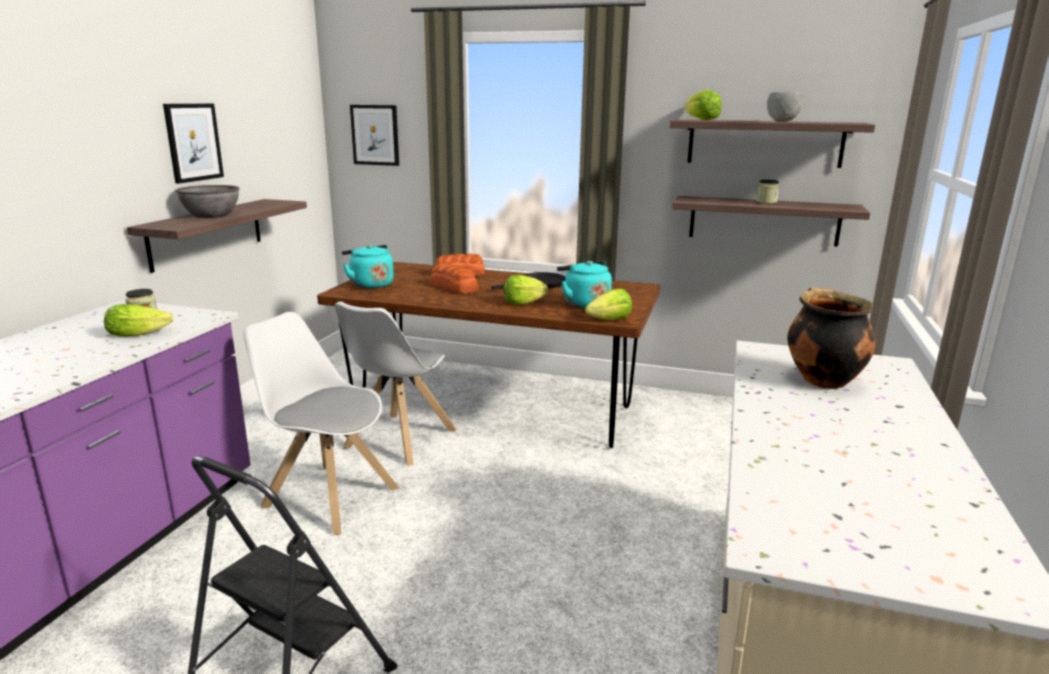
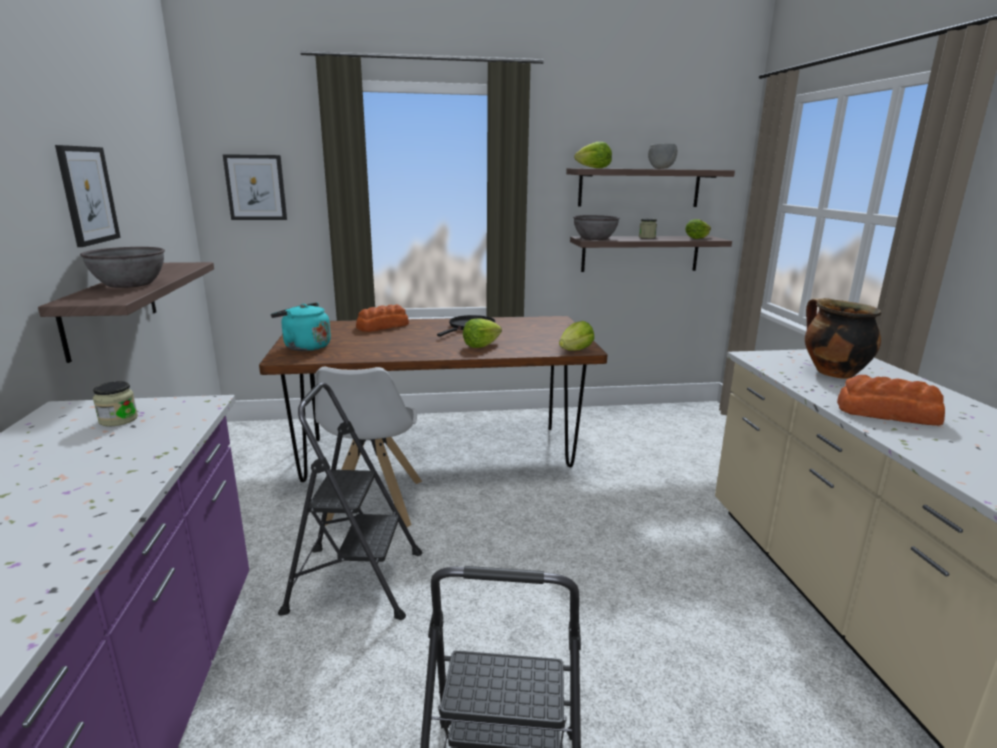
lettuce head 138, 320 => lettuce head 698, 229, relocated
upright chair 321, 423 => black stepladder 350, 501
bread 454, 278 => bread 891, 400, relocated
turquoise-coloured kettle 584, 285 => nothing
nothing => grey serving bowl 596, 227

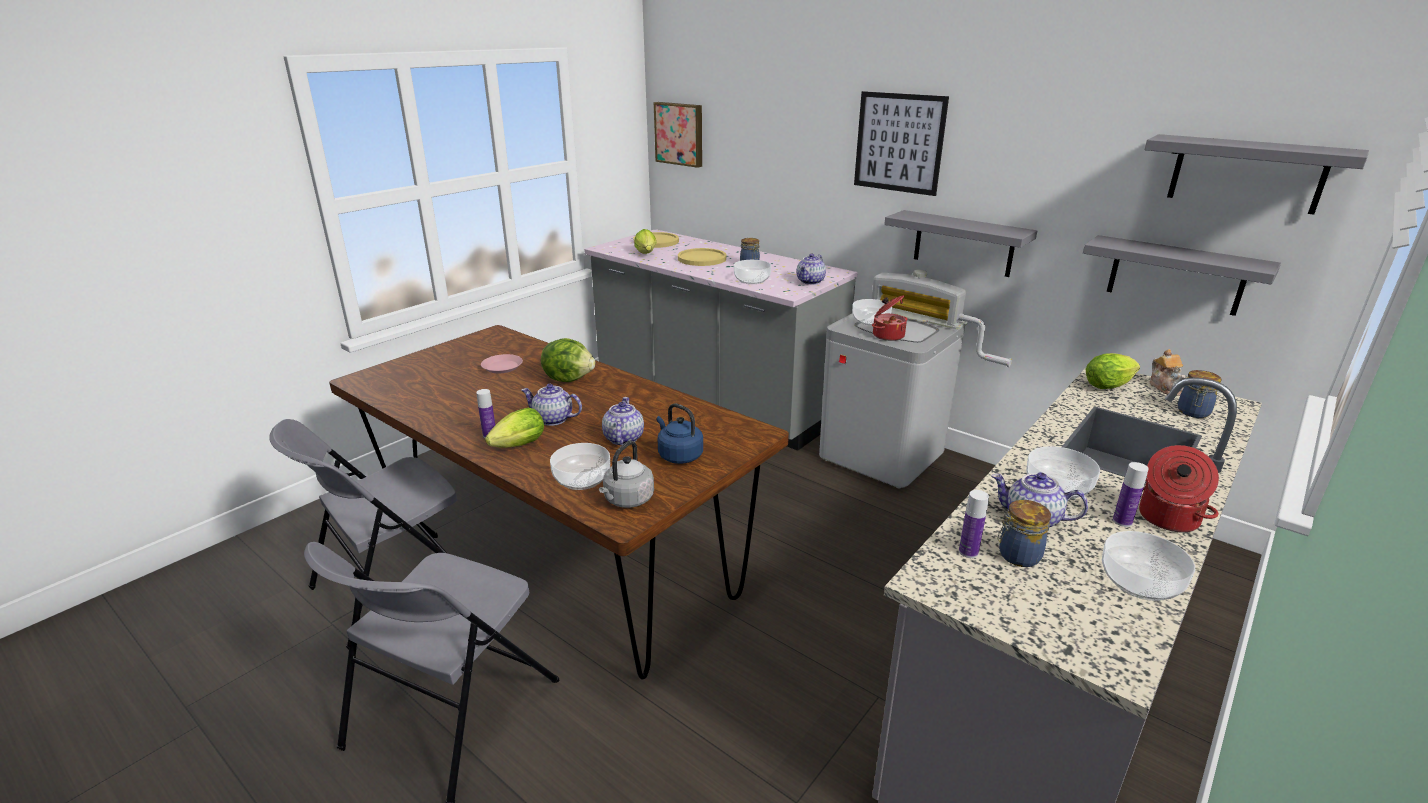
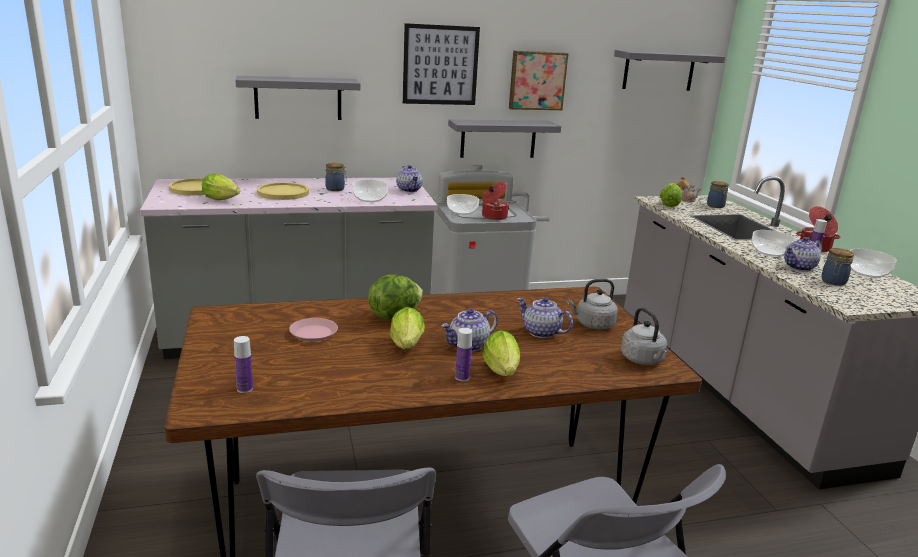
serving bowl 580, 466 => nothing
wall art 678, 135 => wall art 539, 80, relocated
bluish kettle 680, 433 => grey kettle 592, 304
bottle 974, 524 => bottle 243, 364, relocated
grey bracket shelf 1182, 275 => grey bracket shelf 298, 98, relocated
nothing => lettuce head 407, 328

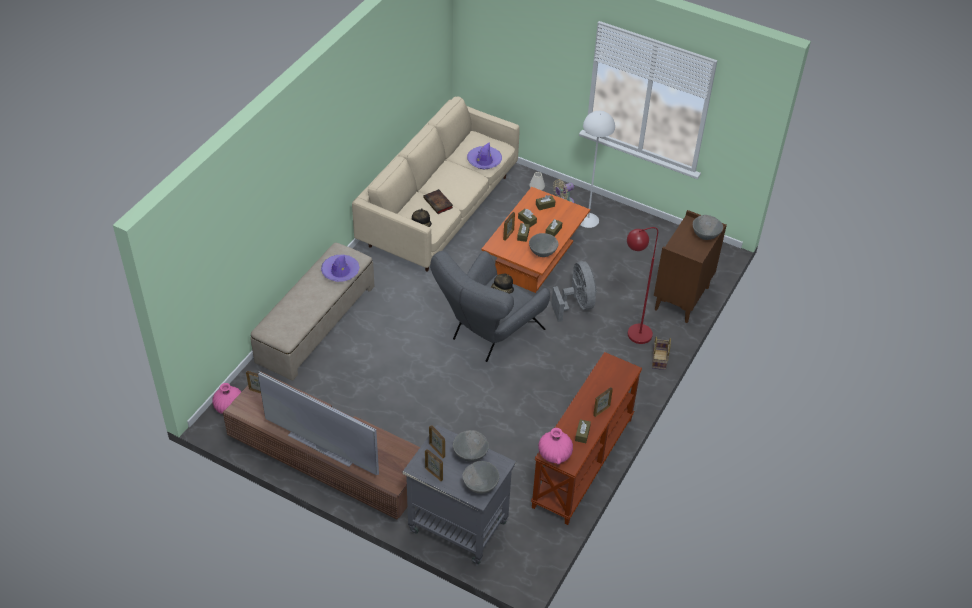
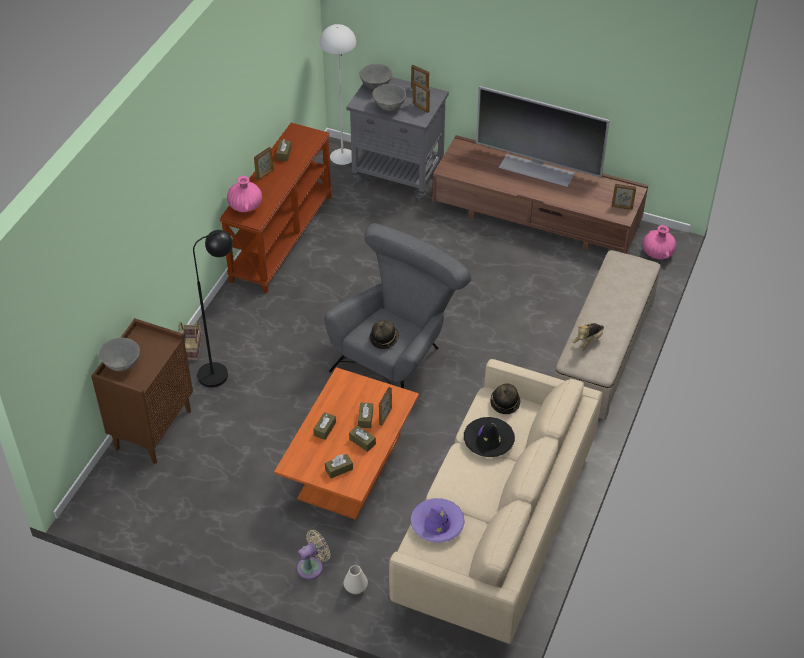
purple hat 340, 268 => plush toy 588, 337
book 438, 201 => black hat 489, 437
grey serving bowl 544, 245 => nothing
pink-coloured decorative vase 555, 446 => pink-coloured decorative vase 244, 194, relocated
grey cooling fan 574, 291 => nothing
white-coloured floor lamp 597, 169 => white-coloured floor lamp 337, 94, relocated
reddish floor lamp 642, 285 => black floor lamp 213, 308

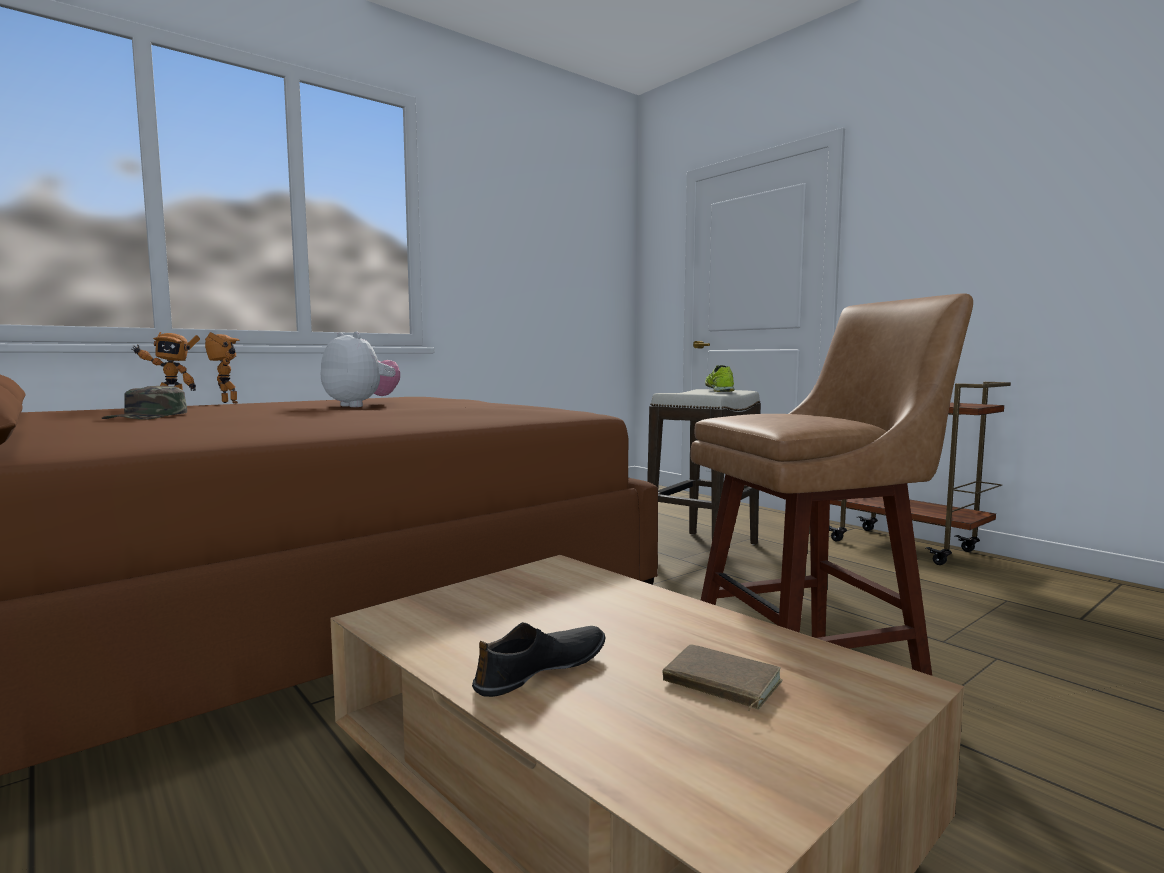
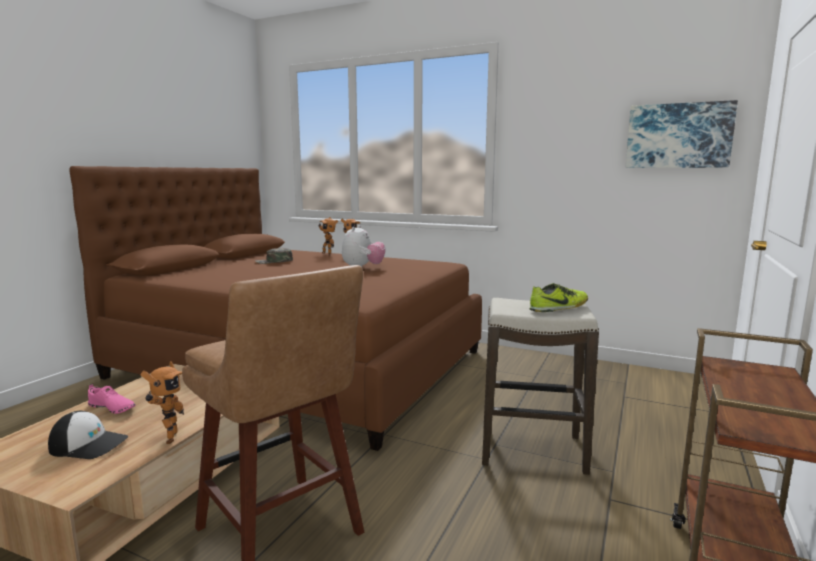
black low shoe 538, 659 => pink-coloured low shoe 112, 399
brownish book 722, 677 => cap 88, 435
nothing => toy robot 162, 402
nothing => wall art 682, 134

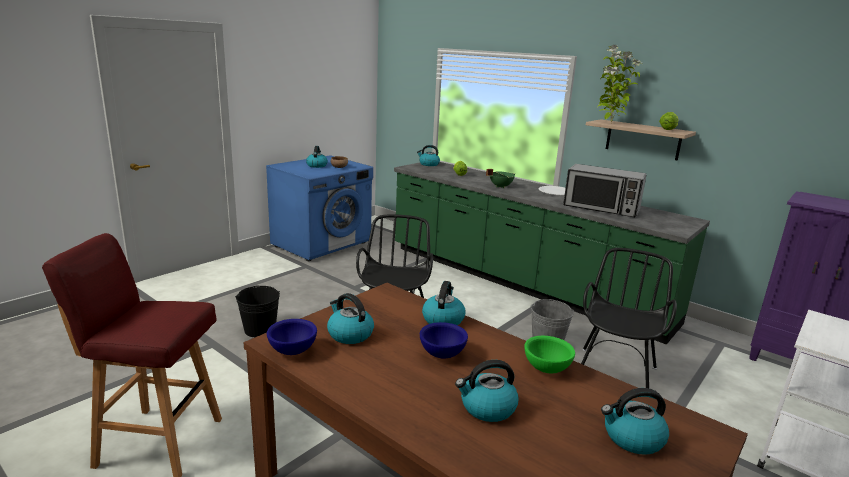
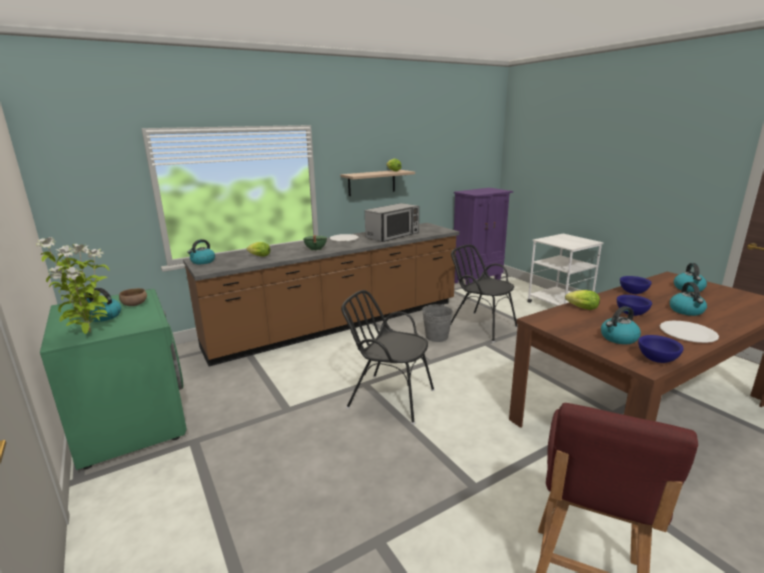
black water bucket 257, 311 => nothing
bluish laundry appliance 319, 208 => greenish laundry appliance 113, 379
greenish counter 552, 253 => brownish counter 321, 294
kettle 444, 303 => lettuce head 582, 300
greenish serving bowl 550, 354 => bluish serving bowl 636, 285
plant in a pot 619, 84 => plant in a pot 72, 285, relocated
nothing => white-coloured plate 689, 332

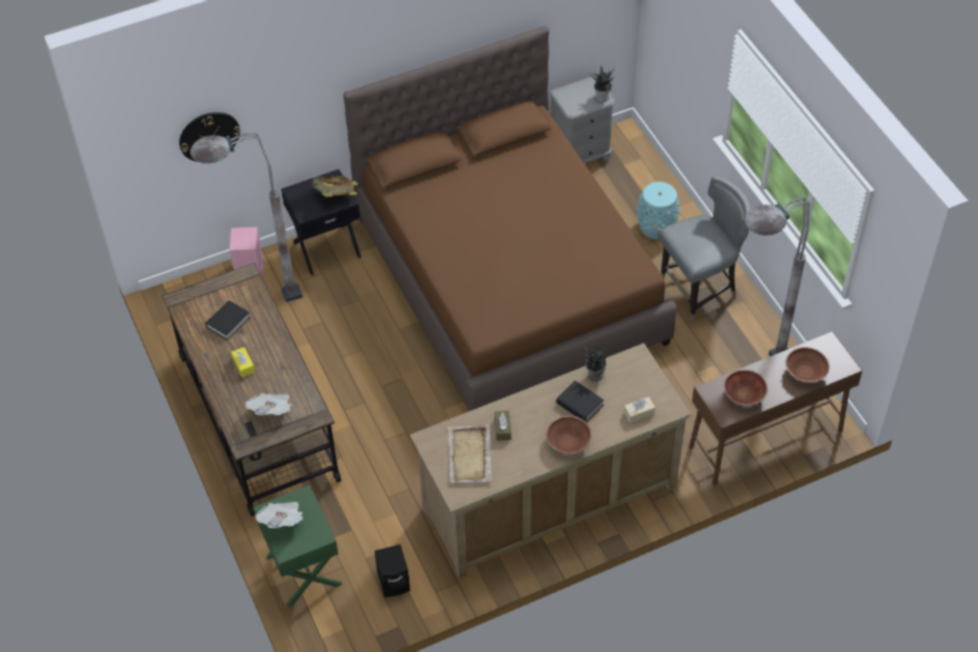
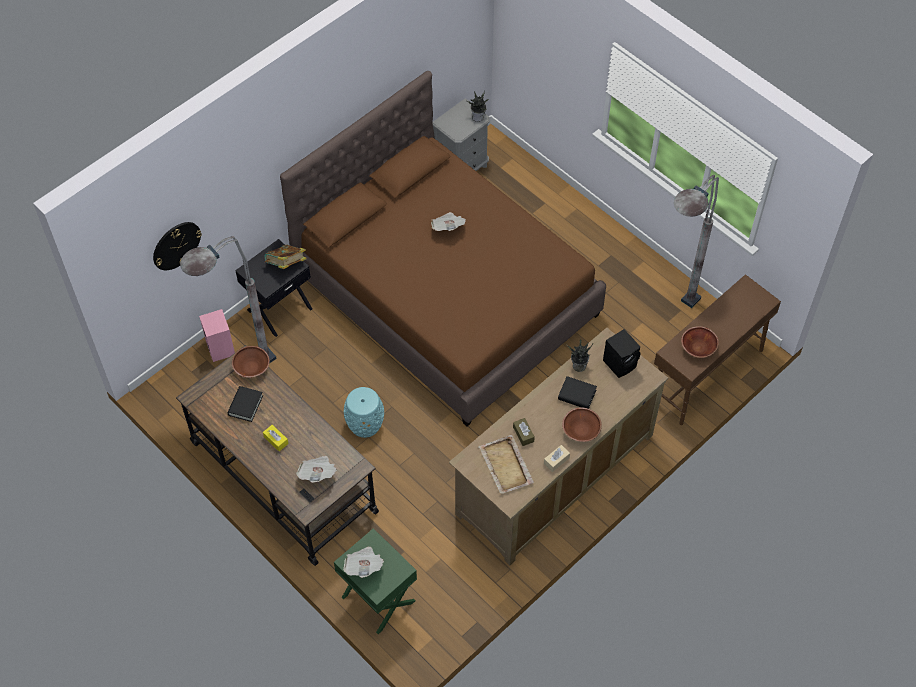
black audio speaker 392, 570 => black audio speaker 622, 353, relocated
beige-coloured tissue box 639, 410 => beige-coloured tissue box 557, 458, relocated
turquoise-coloured stool 658, 210 => turquoise-coloured stool 364, 412, relocated
grey upright chair 704, 248 => nothing
brownish serving bowl 808, 364 => brownish serving bowl 251, 362, relocated
nothing => daily paper 448, 221

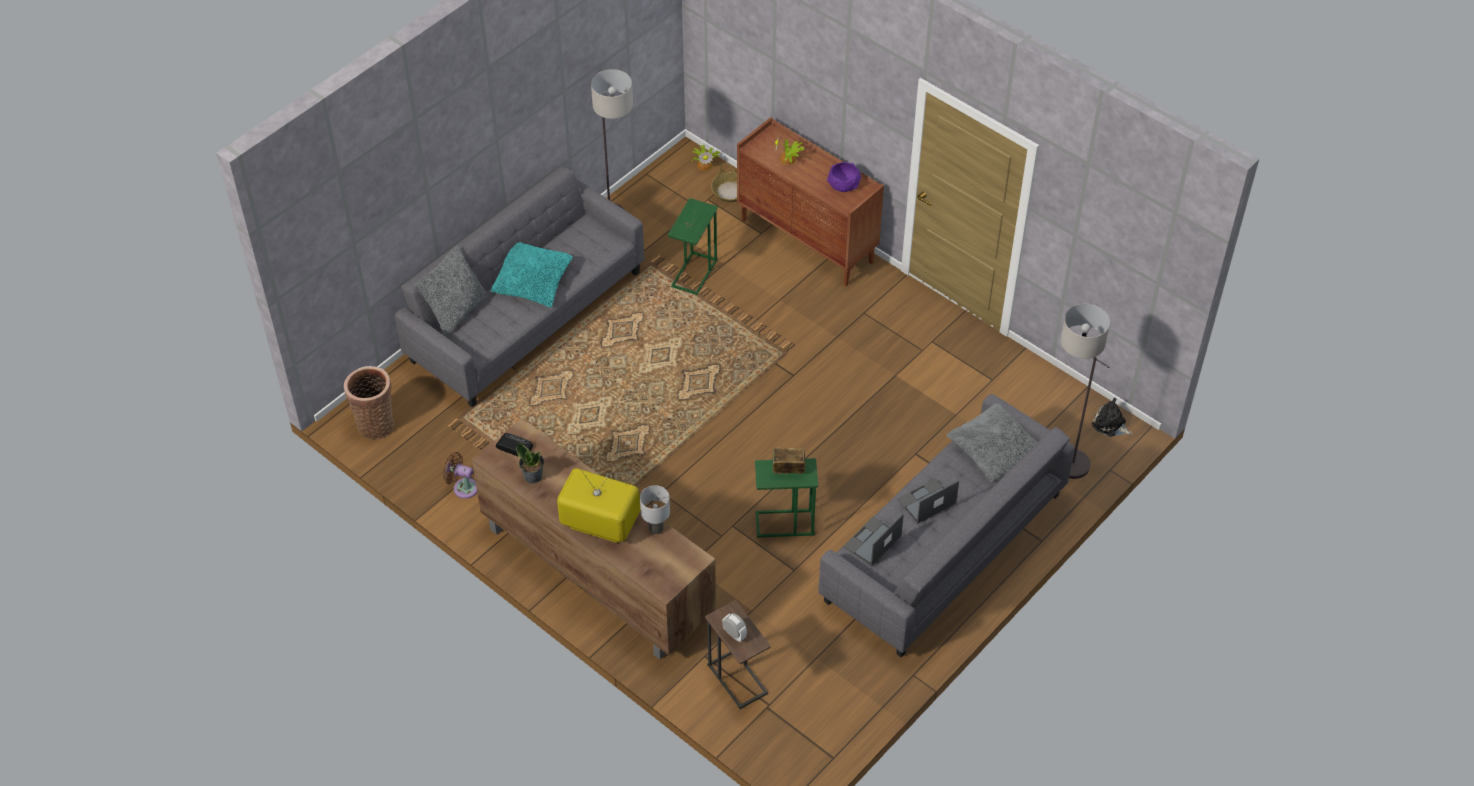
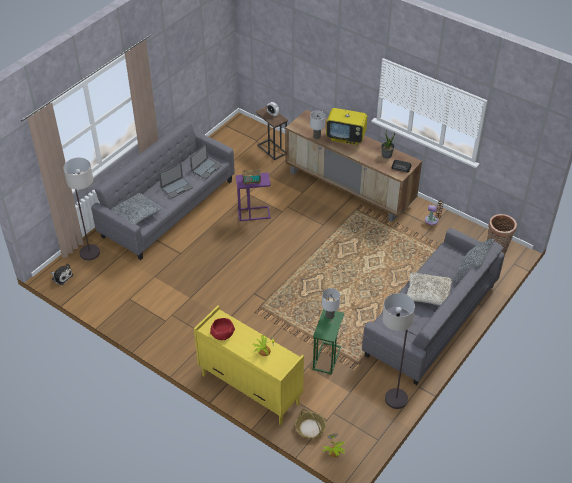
turquoise-coloured cushion 532, 274 => beige-coloured cushion 429, 289
brownish storage cabinet 810, 201 => yellow storage cabinet 249, 365
greenish side table 786, 498 => purple side table 253, 197
purple serving bowl 844, 177 => reddish serving bowl 222, 329
nothing => white-coloured tabletop lamp 331, 303

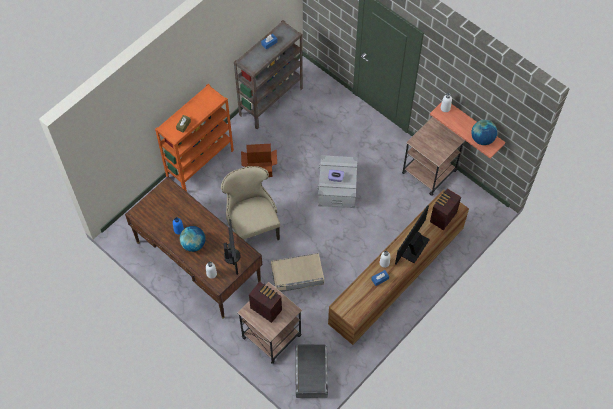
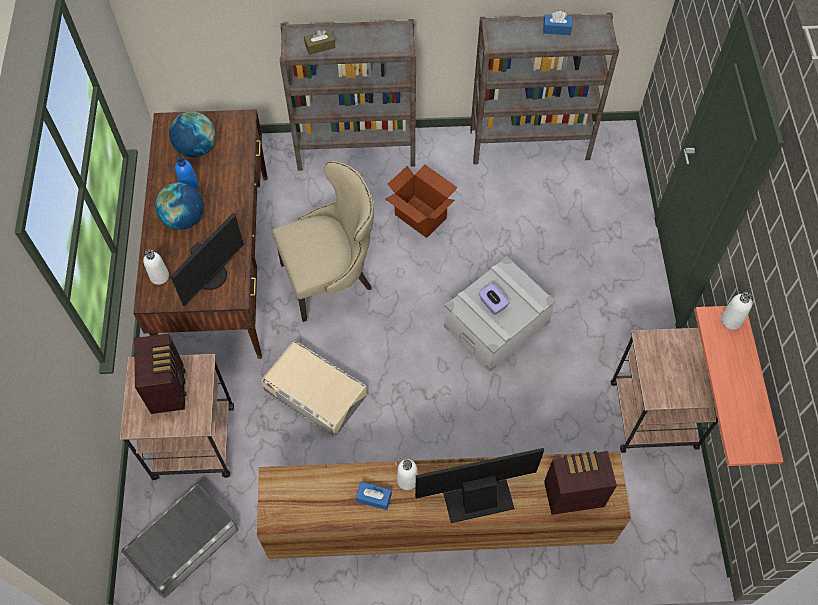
orange shelving unit 194, 138 => grey shelving unit 348, 95
beige-coloured upright chair 250, 203 => beige-coloured upright chair 323, 241, 45 degrees clockwise
desk globe 484, 132 => desk globe 192, 134, relocated

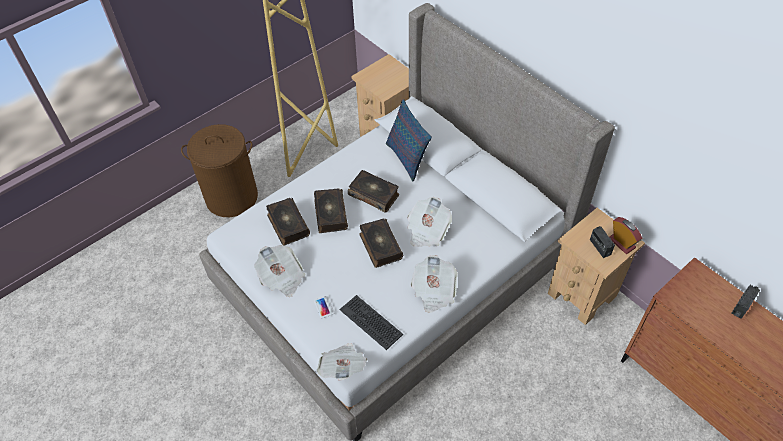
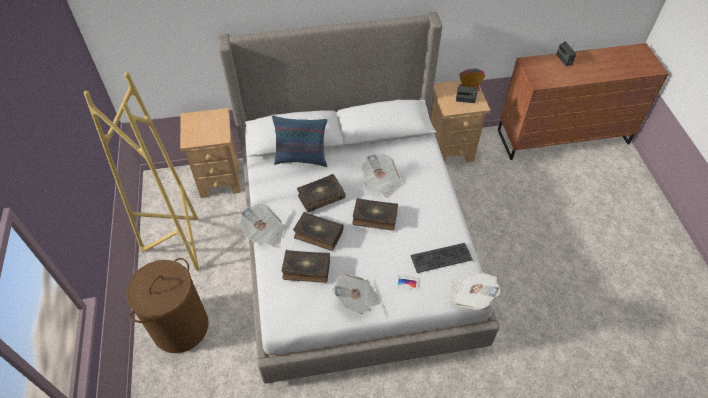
daily paper 434, 284 => daily paper 262, 226, relocated

